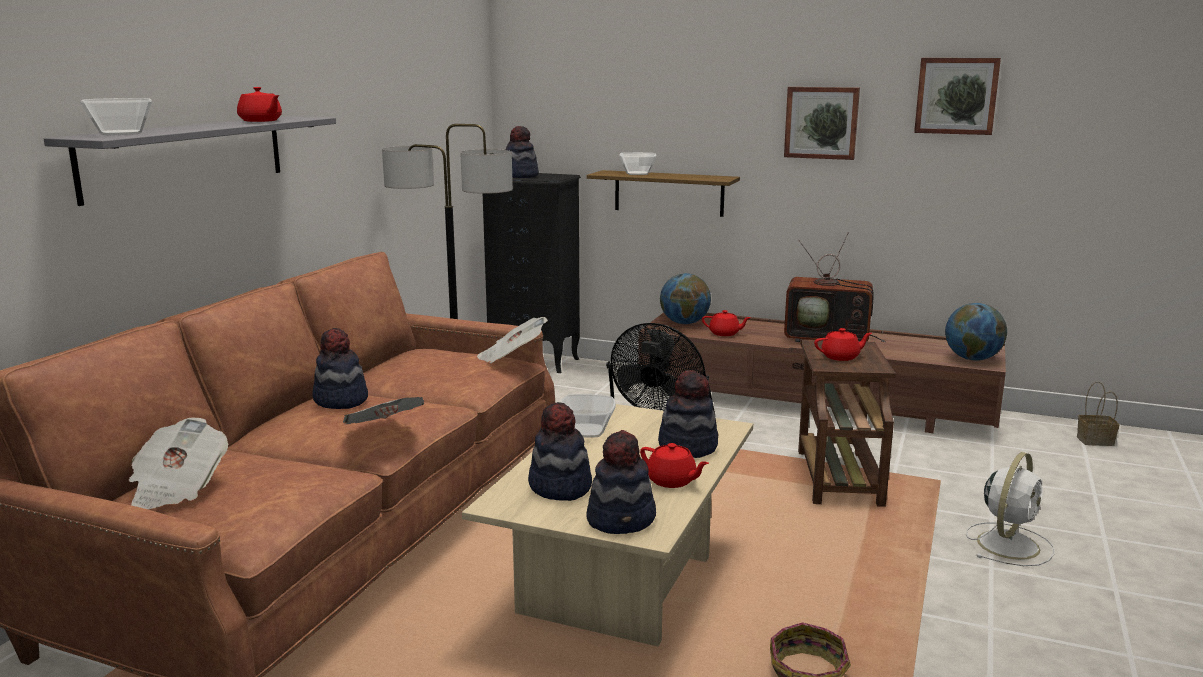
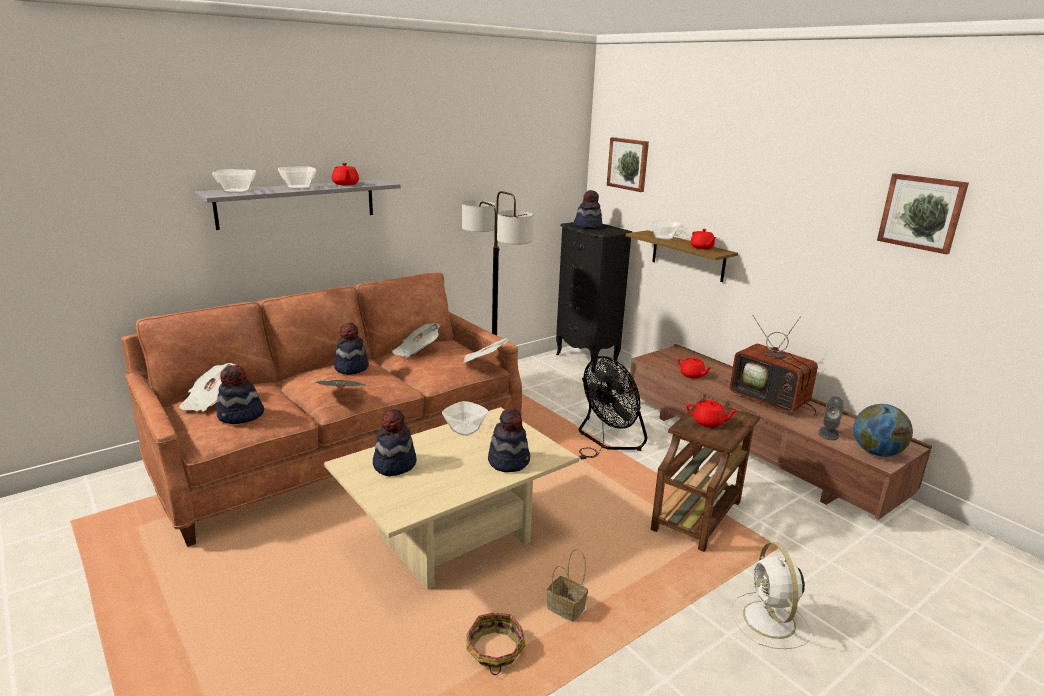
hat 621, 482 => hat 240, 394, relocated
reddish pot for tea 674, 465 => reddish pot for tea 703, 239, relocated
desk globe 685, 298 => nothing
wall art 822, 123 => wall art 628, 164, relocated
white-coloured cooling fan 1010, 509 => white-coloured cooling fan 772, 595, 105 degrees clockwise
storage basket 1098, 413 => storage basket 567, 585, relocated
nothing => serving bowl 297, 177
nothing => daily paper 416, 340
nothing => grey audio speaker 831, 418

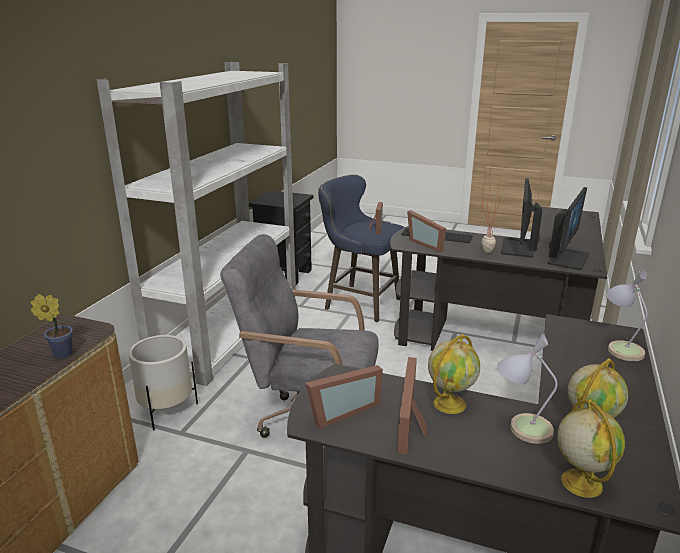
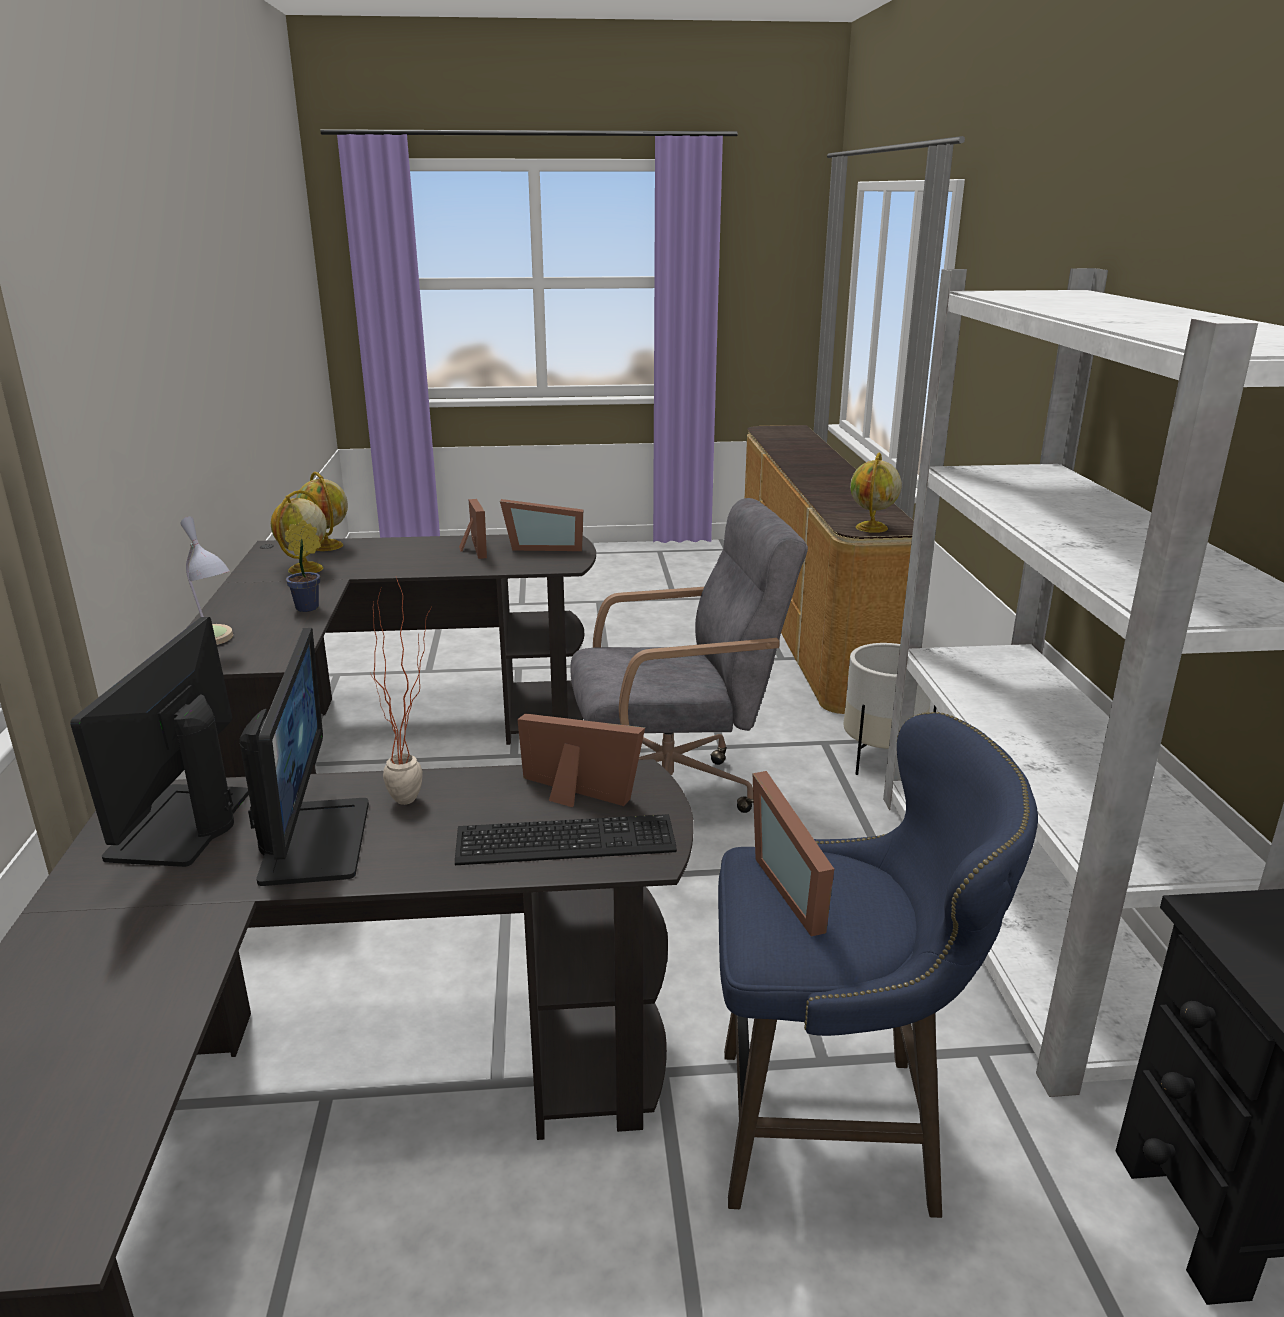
plant in a pot 52, 326 => plant in a pot 302, 566, relocated
standing frame 344, 397 => standing frame 541, 525, 120 degrees counterclockwise
desk globe 454, 374 => desk globe 876, 493, relocated
tabletop lamp 527, 388 => nothing

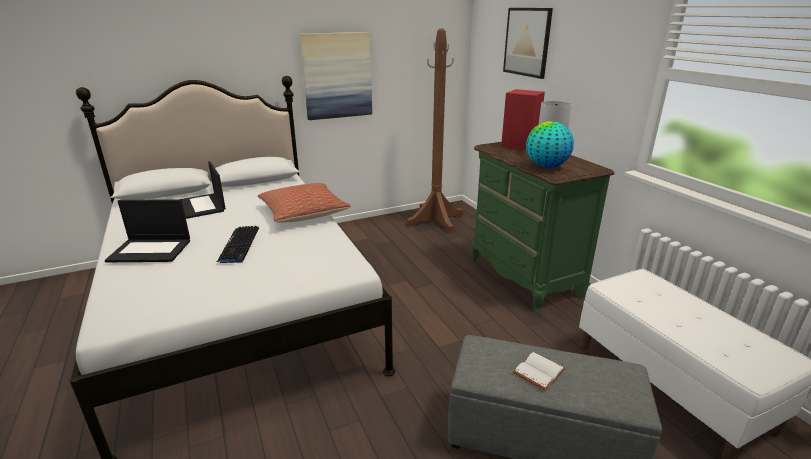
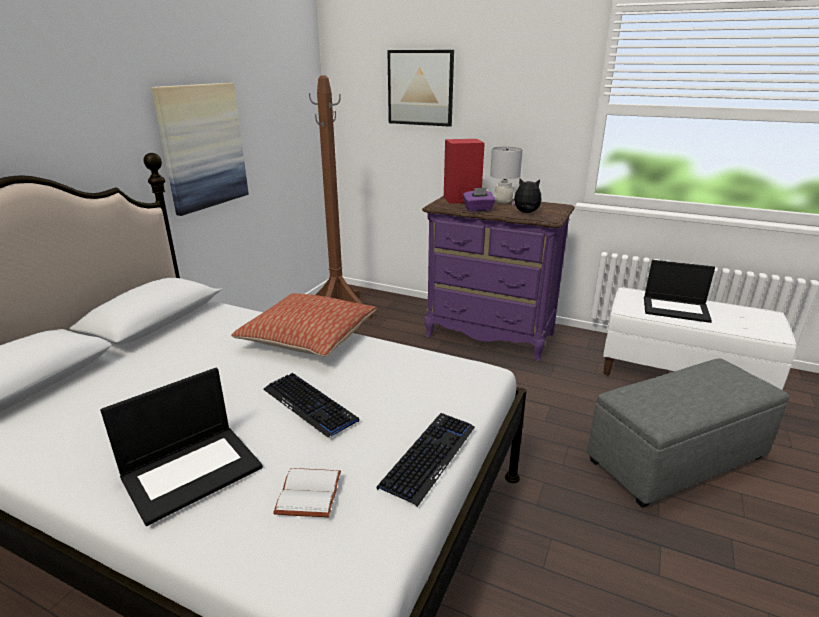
laptop 204, 190 => laptop 679, 291, relocated
greenish drawer chest 542, 226 => purple drawer chest 498, 278
white-coloured book 539, 371 => white-coloured book 307, 492, relocated
desk globe 550, 144 => plush toy 526, 196
nothing => PC keyboard 425, 460
nothing => purple tissue box 479, 199

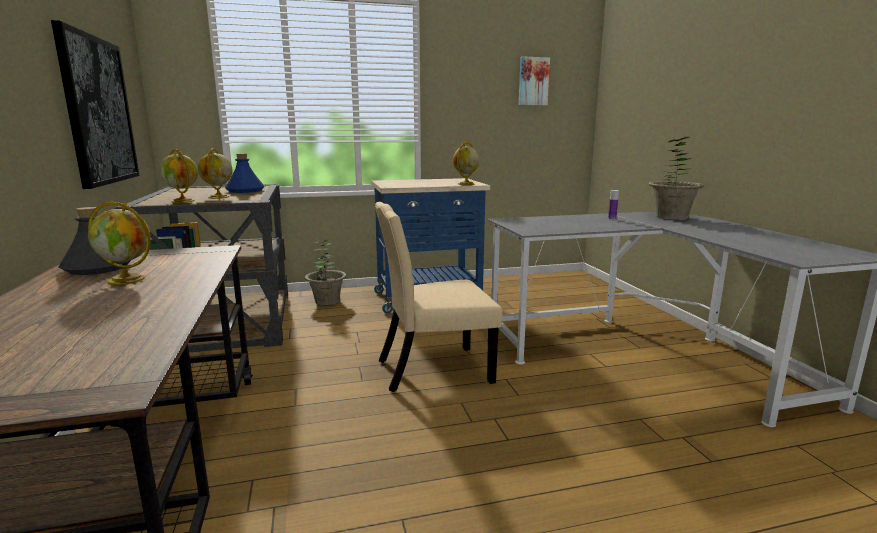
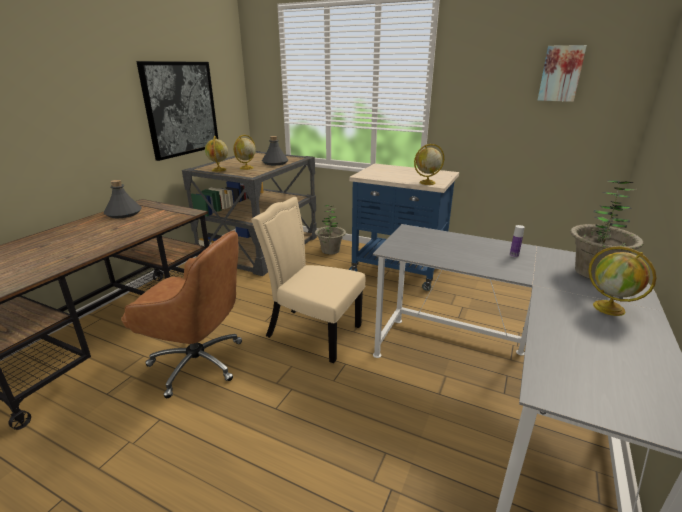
desk globe 119, 243 => desk globe 622, 281, relocated
bluish bottle 245, 173 => grey bottle 275, 150
nothing => brownish desk chair 181, 314

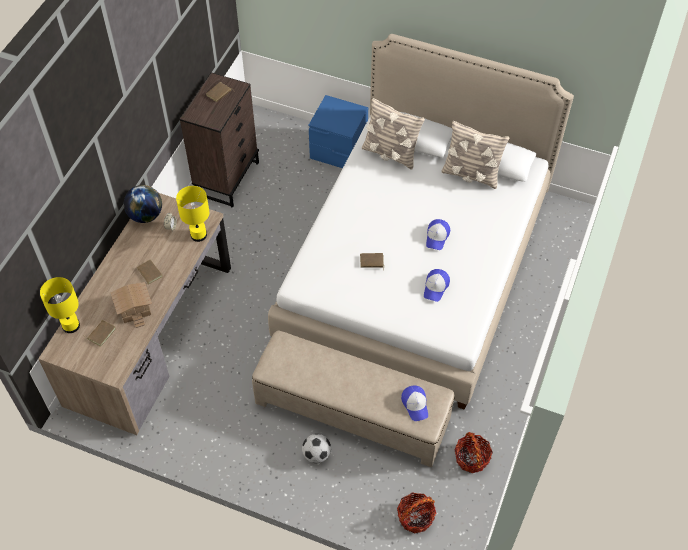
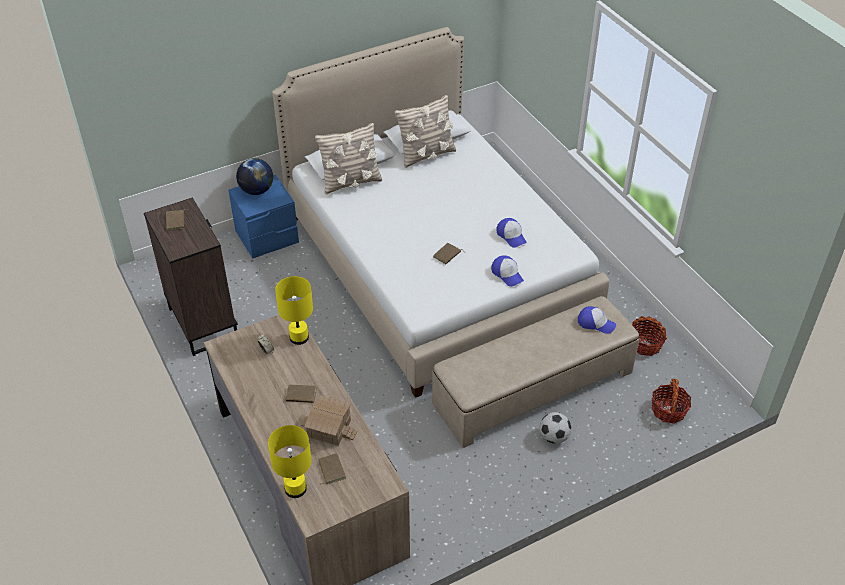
desk globe 143, 204 => desk globe 254, 176, relocated
cap 438, 234 => cap 507, 271, relocated

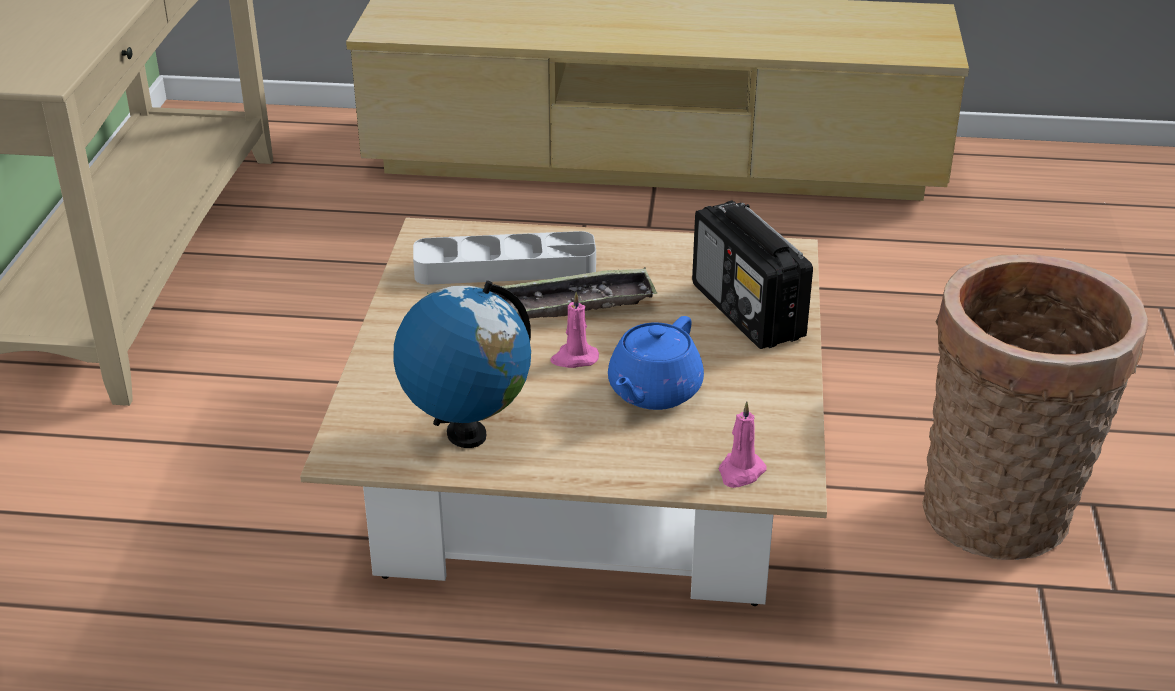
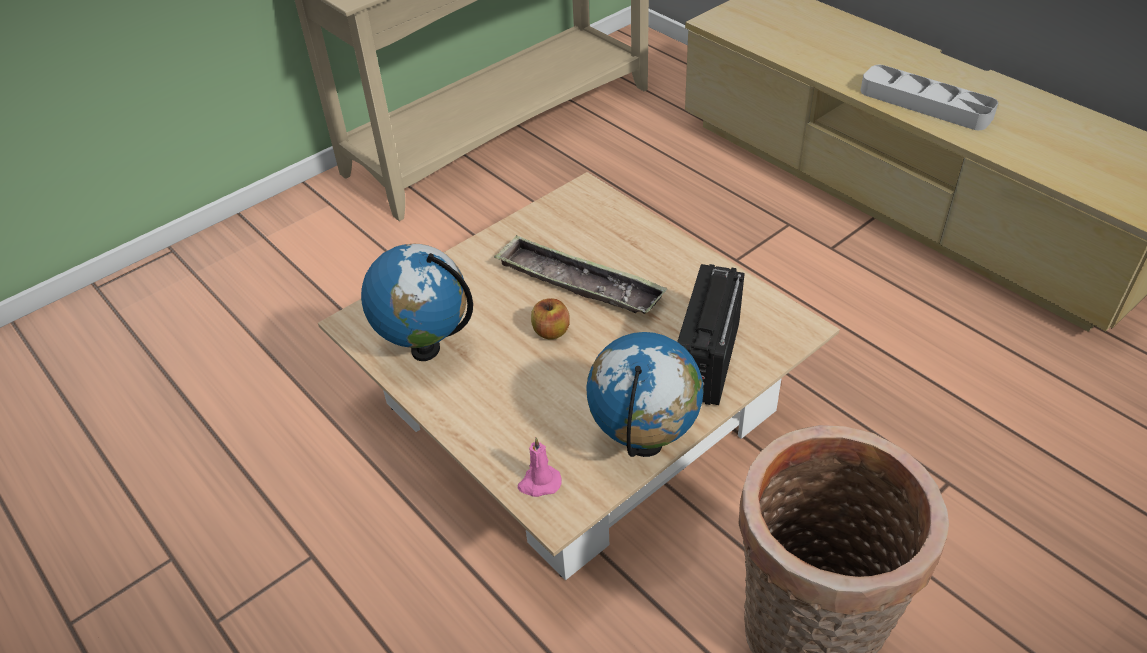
grey tray 504, 258 => grey tray 929, 97, relocated
pink-coloured wax candle 575, 330 => apple fruit 550, 319
bluish pot for tea 656, 363 => nothing
nothing => desk globe 645, 394

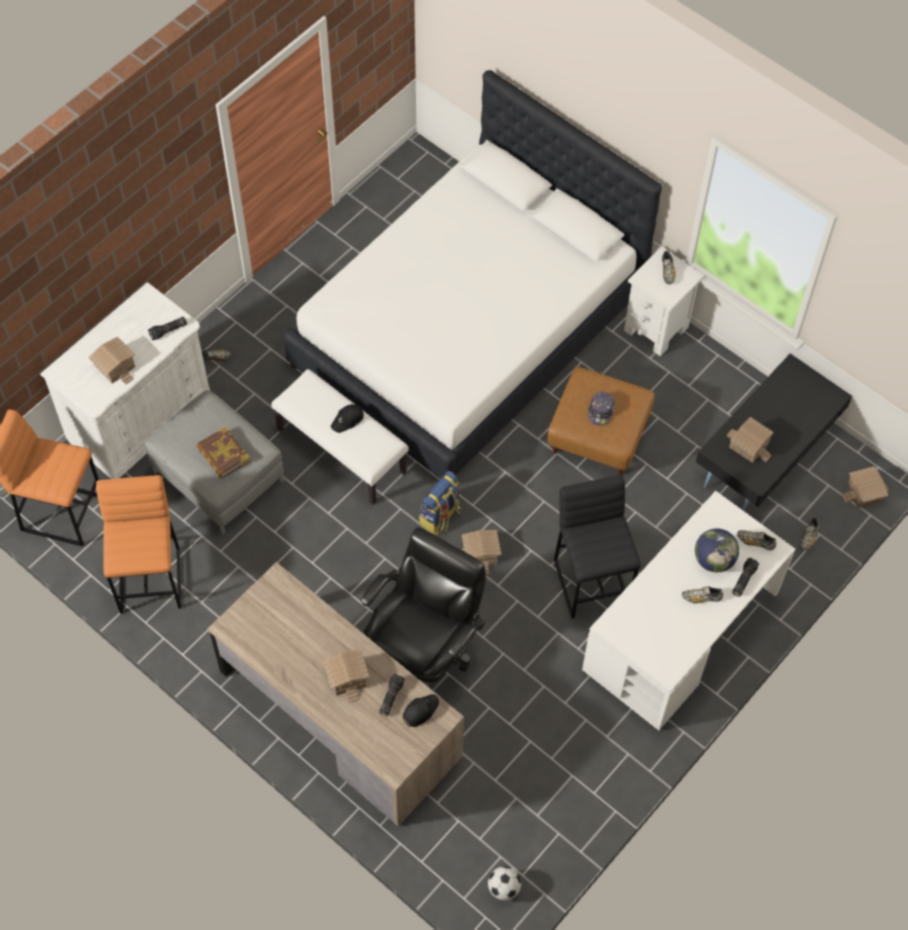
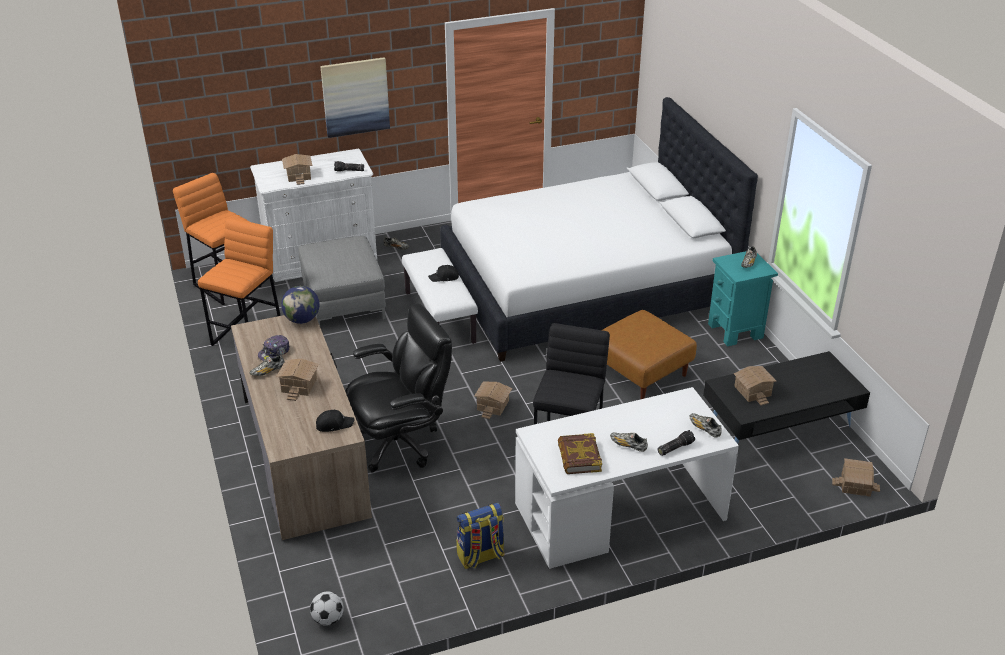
book 223, 452 => book 580, 453, relocated
torch 392, 695 => nothing
backpack 440, 503 => backpack 480, 536, relocated
cap 601, 408 => cap 274, 348, relocated
white-coloured bedside table 664, 301 => turquoise-coloured bedside table 743, 299
desk globe 717, 550 => desk globe 300, 305, relocated
low shoe 809, 534 => low shoe 267, 365, relocated
nothing => wall art 355, 97

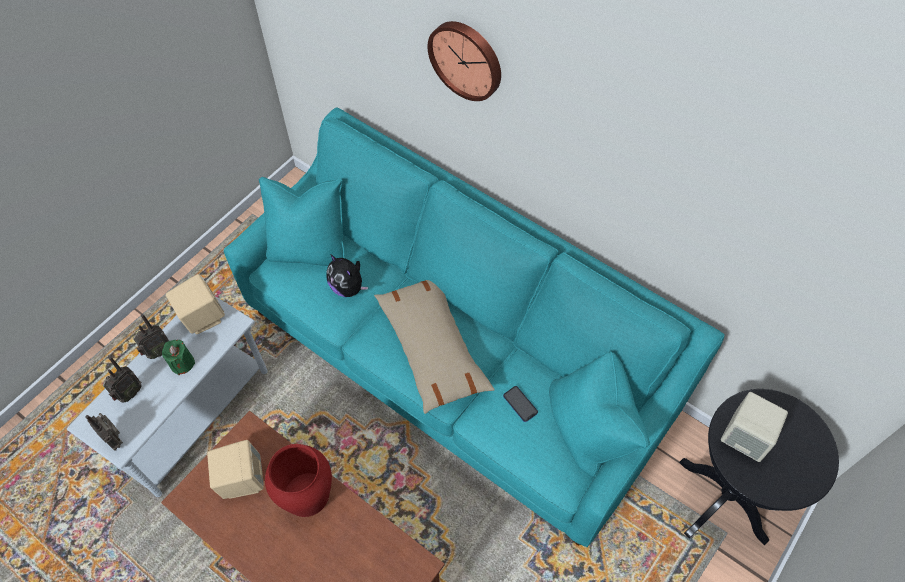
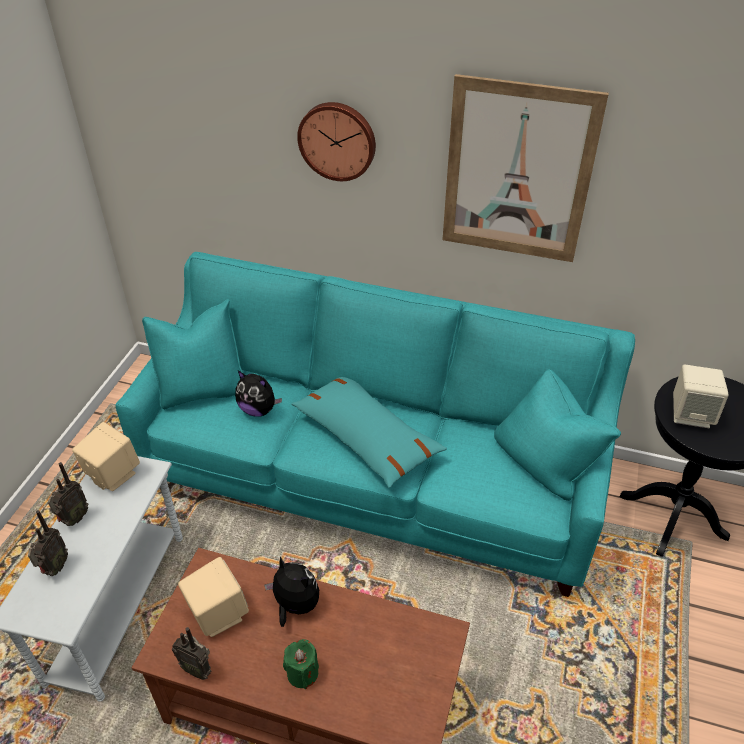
radio 104, 432 => radio 191, 653, relocated
greenish wax candle 178, 357 => greenish wax candle 301, 664, relocated
reddish decorative vase 298, 480 => plush toy 291, 591
beige-coloured cushion 434, 347 => turquoise-coloured cushion 369, 432
telephone 520, 404 => nothing
nothing => wall art 526, 168

